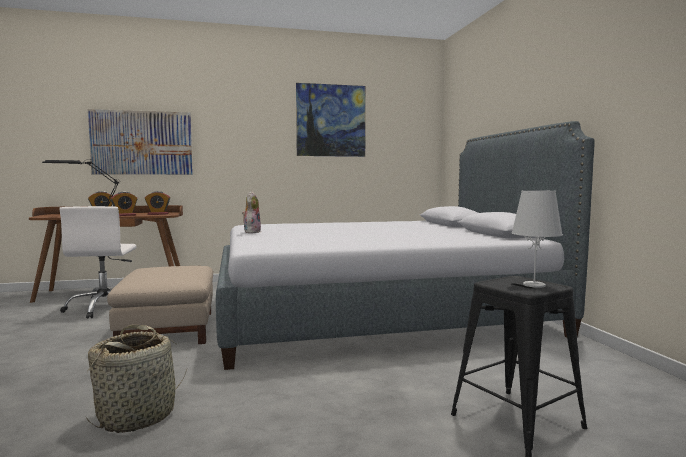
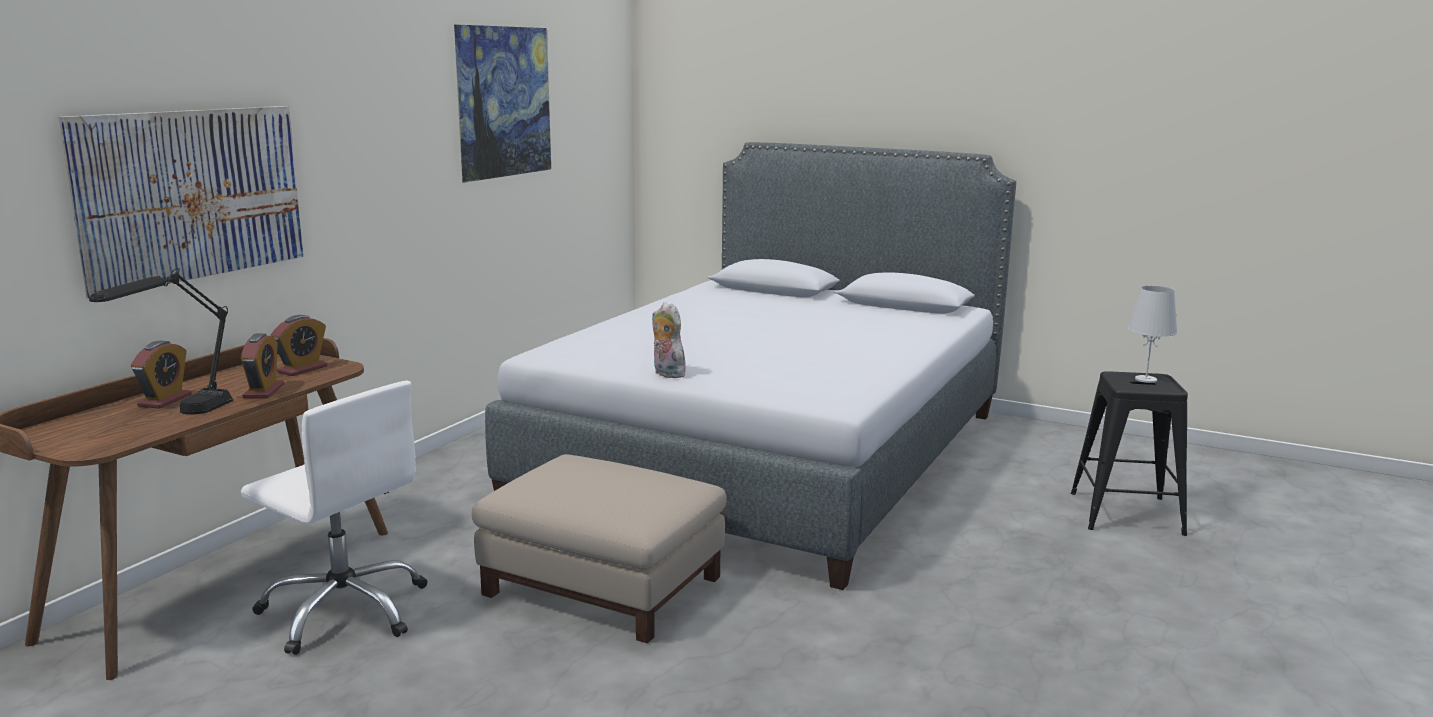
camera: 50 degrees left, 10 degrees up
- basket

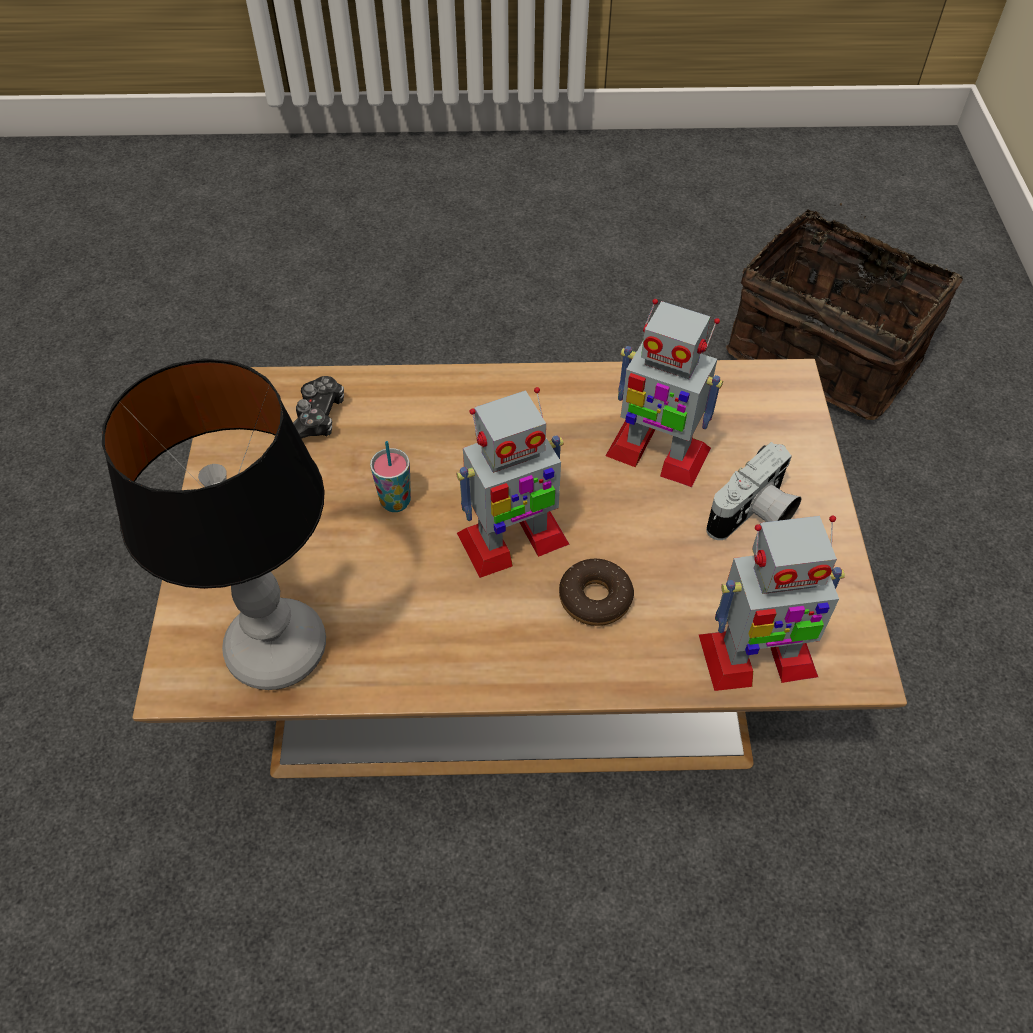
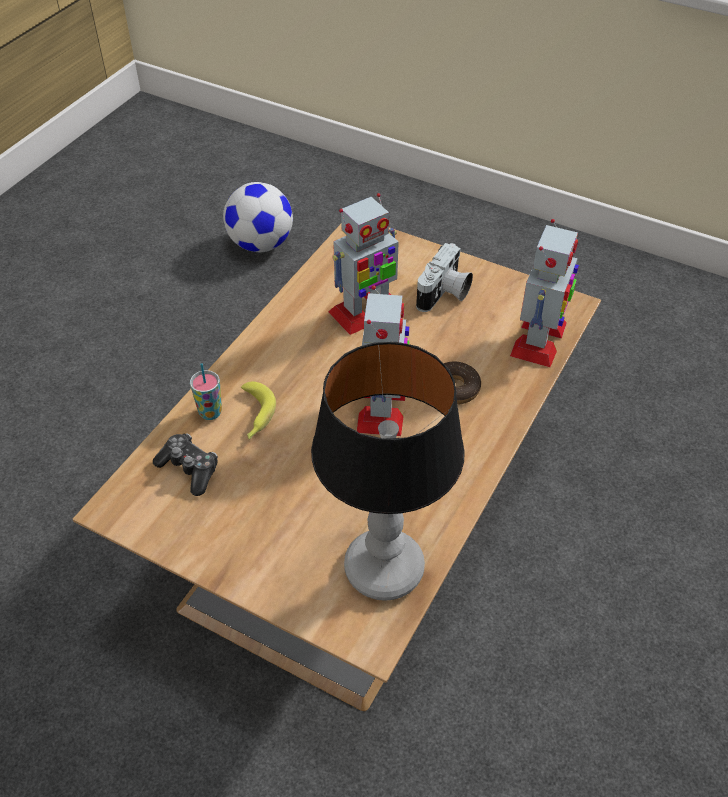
camera: 60 degrees left, 5 degrees down
~ cup
~ basket to football
+ banana
~ photo camera 45 degrees clockwise

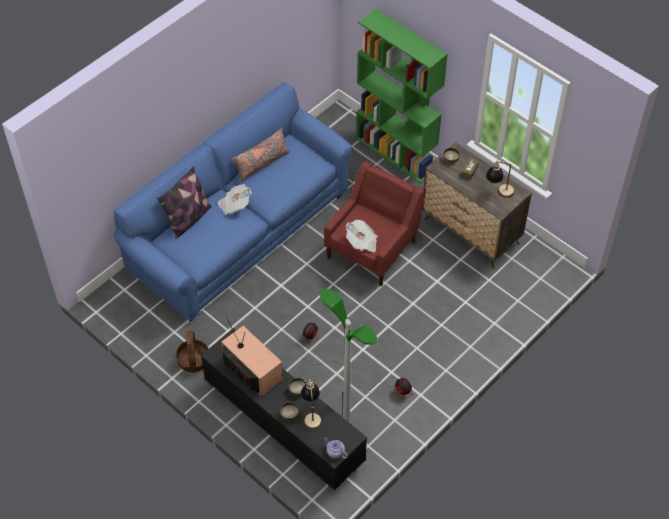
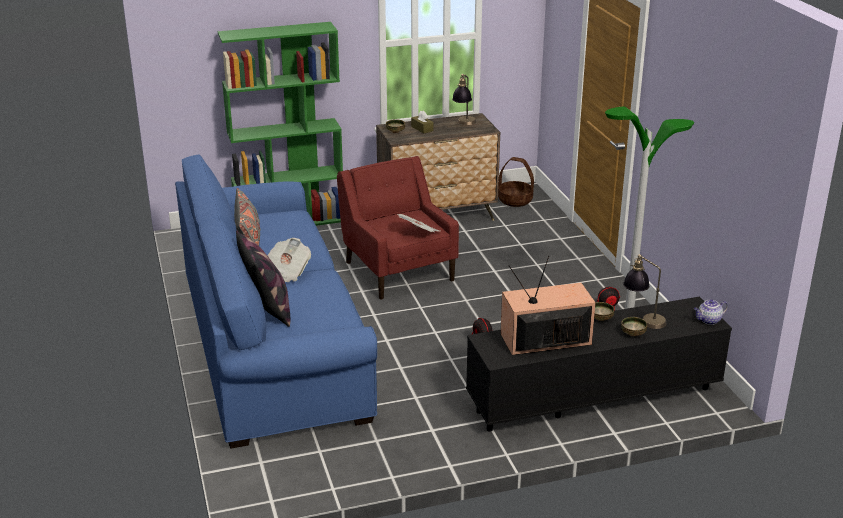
camera: 60 degrees left, 25 degrees down
~ basket

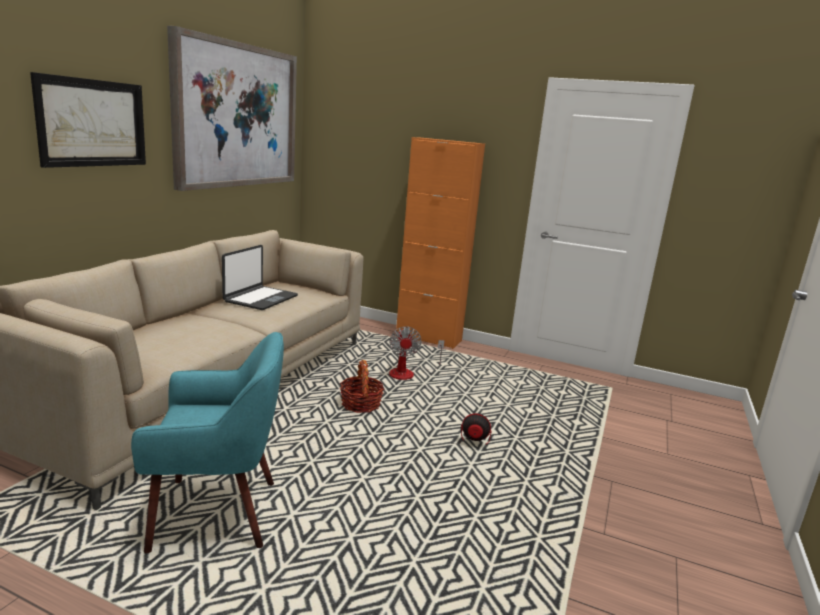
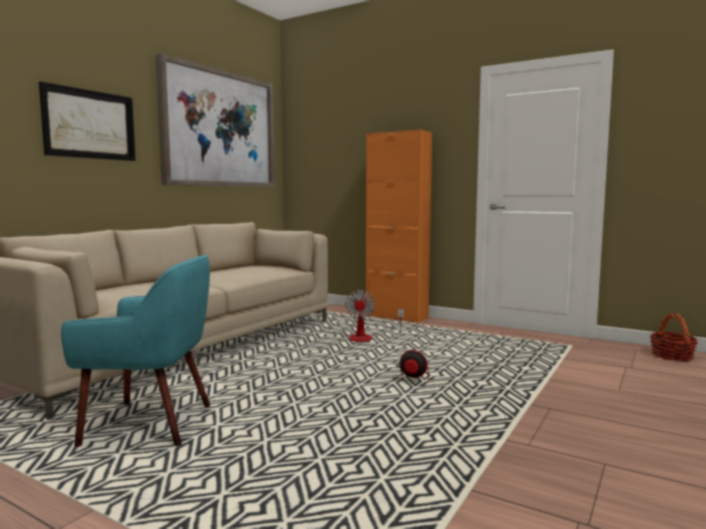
camera: 10 degrees right, 10 degrees down
~ basket
- laptop

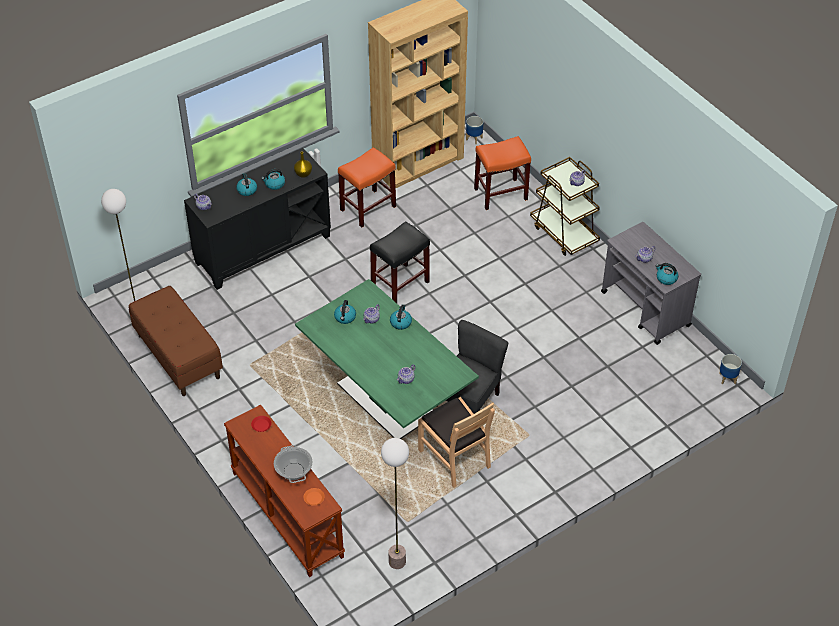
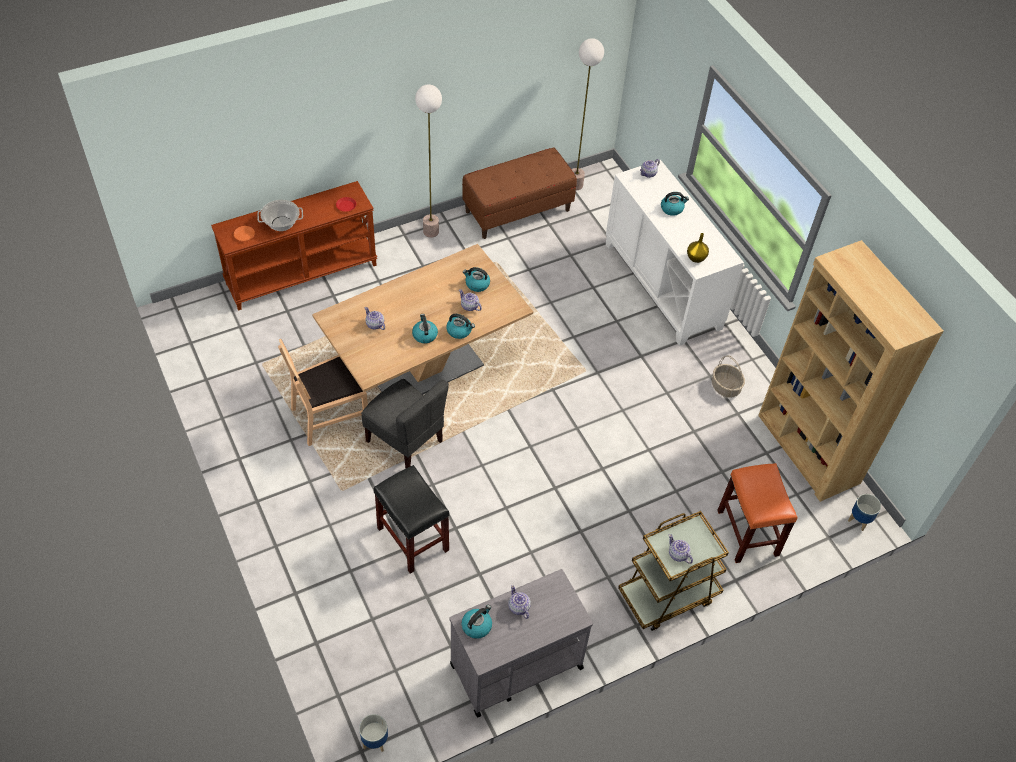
camera: 95 degrees right, 5 degrees up
~ green dining table to brown dining table
~ black stool
~ kettle (no. 2 from left in the first image) to kettle (no. 1 from left)
~ floor lamp (no. 2 from left in the first image) to floor lamp (no. 1 from left)
~ black cabinet to white cabinet
~ orange stool (no. 1 from left) to basket

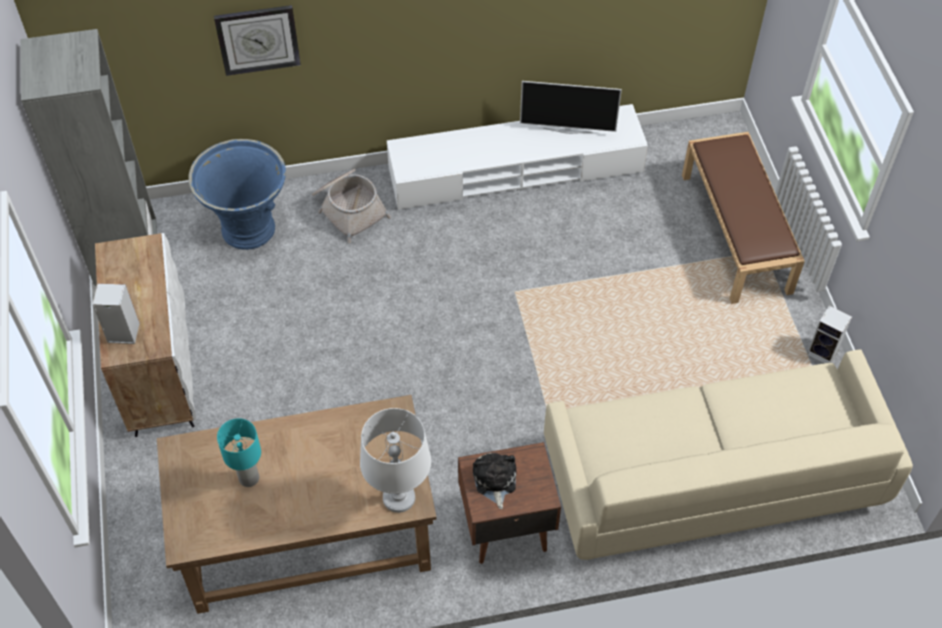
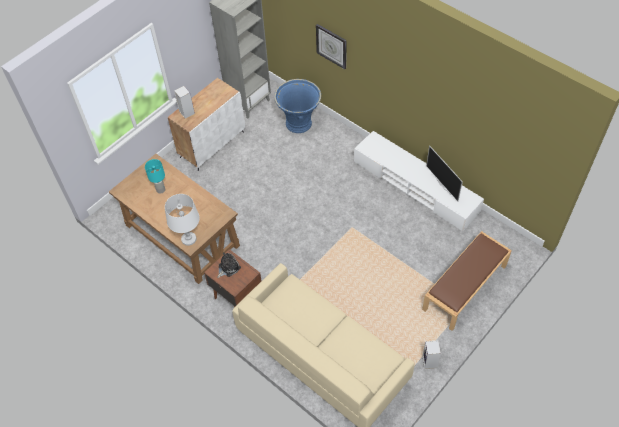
camera: 55 degrees right, 0 degrees up
- basket

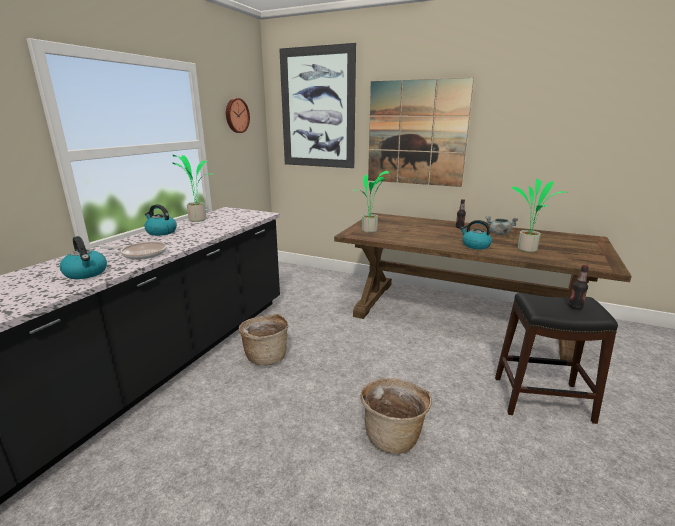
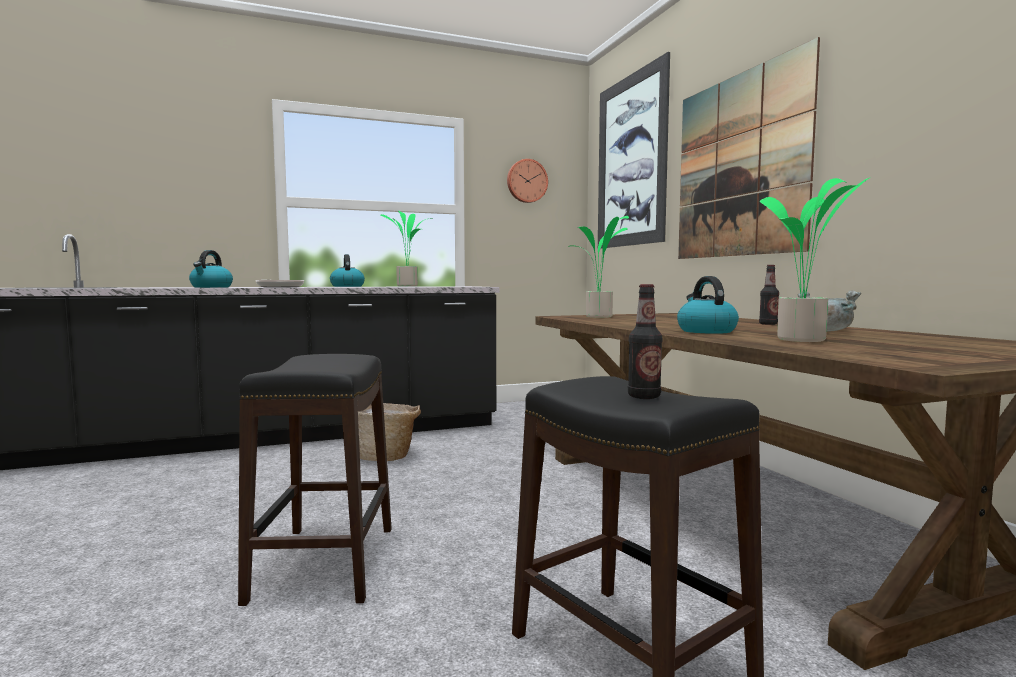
camera: 45 degrees right, 15 degrees down
~ basket (no. 2 from left) to black stool (no. 1 from left)

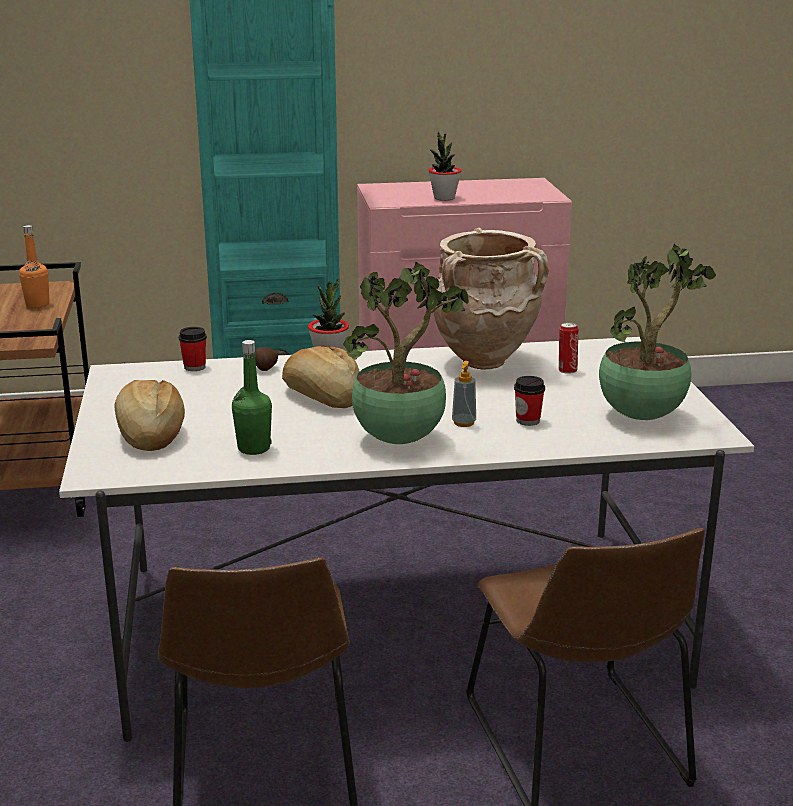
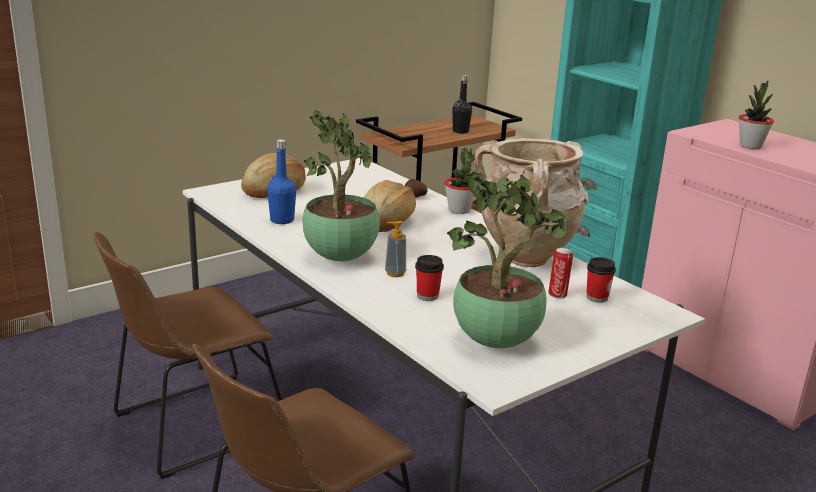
camera: 60 degrees right, 0 degrees up
~ green bottle to blue bottle
~ orange bottle to black bottle
~ cup (no. 1 from left in the first image) to cup (no. 2 from left)

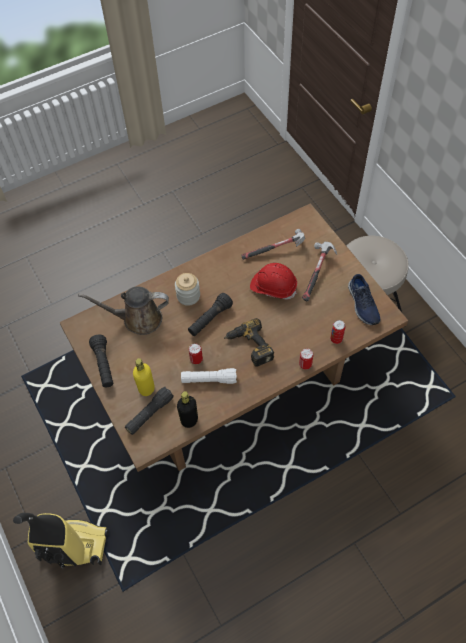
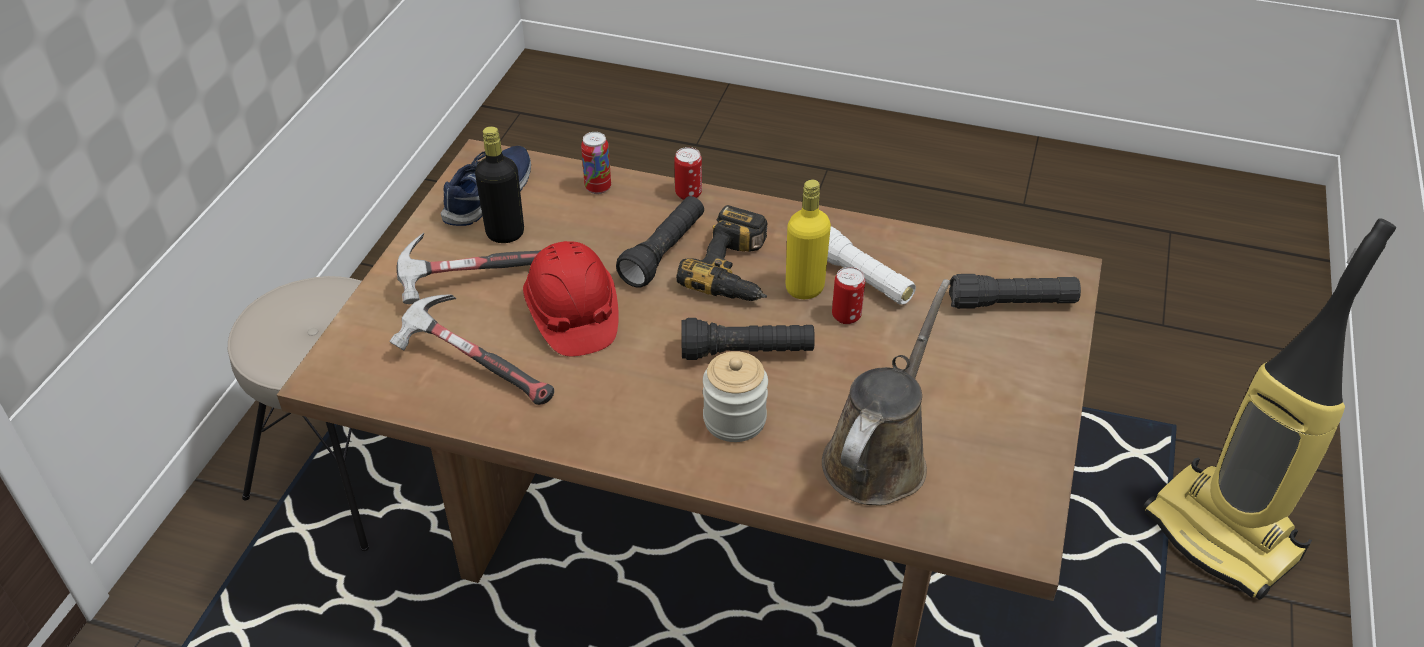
camera: 135 degrees left, 15 degrees down
~ black bottle
~ black flashlight (no. 1 from left)
~ yellow bottle
~ brown watering can 105 degrees counterclockwise

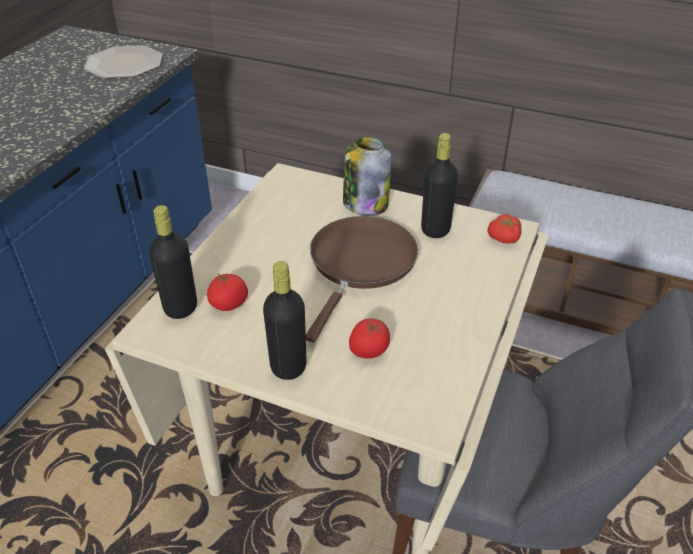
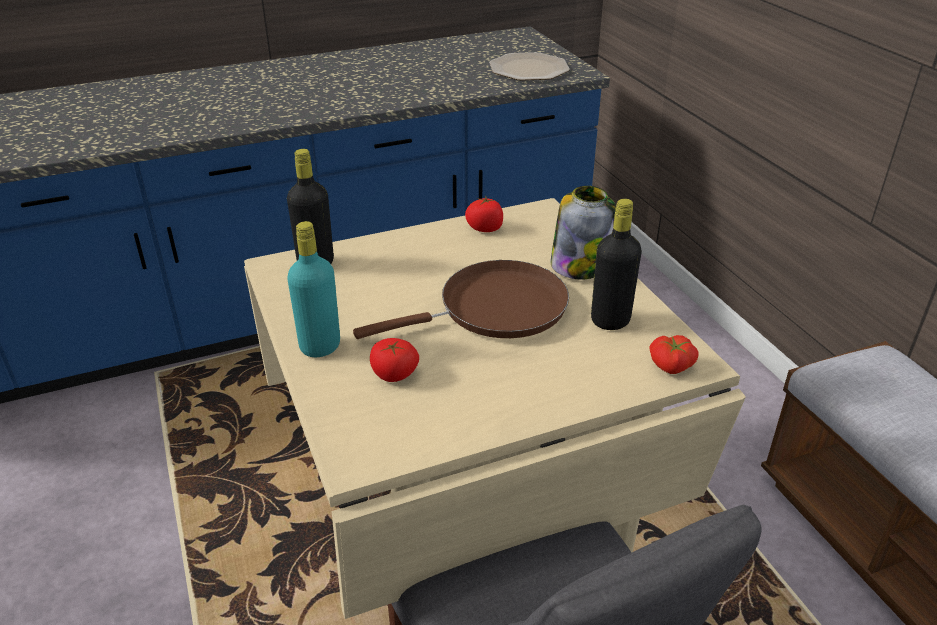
camera: 45 degrees right, 5 degrees down
~ black bottle (no. 2 from left) to turquoise bottle
~ tomato (no. 1 from left in the first image) to tomato (no. 2 from left)

